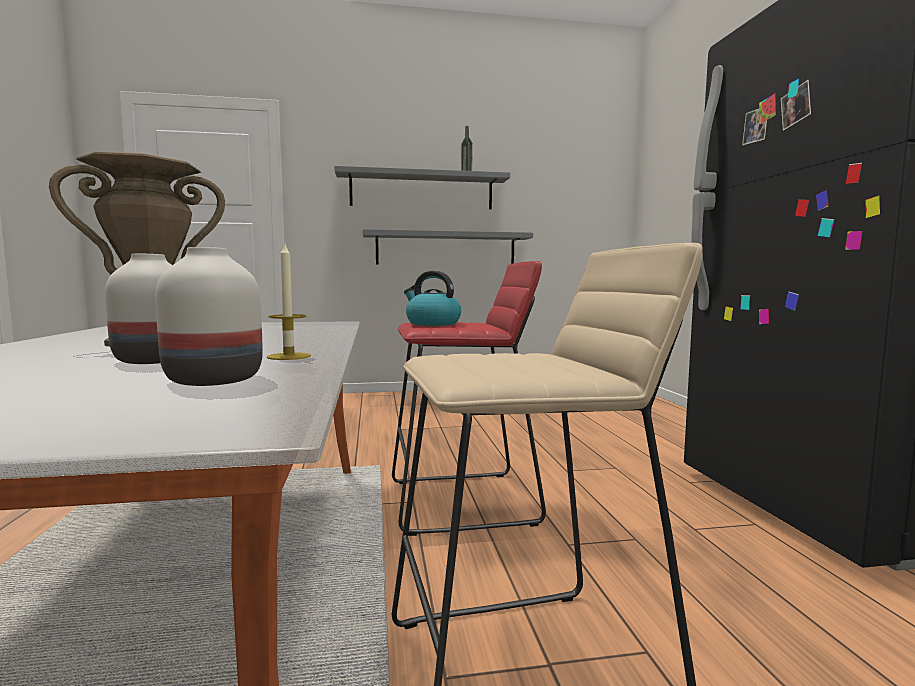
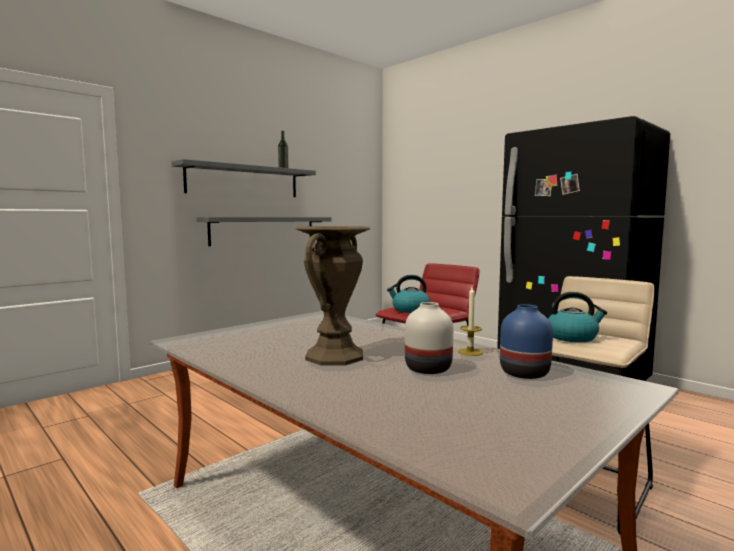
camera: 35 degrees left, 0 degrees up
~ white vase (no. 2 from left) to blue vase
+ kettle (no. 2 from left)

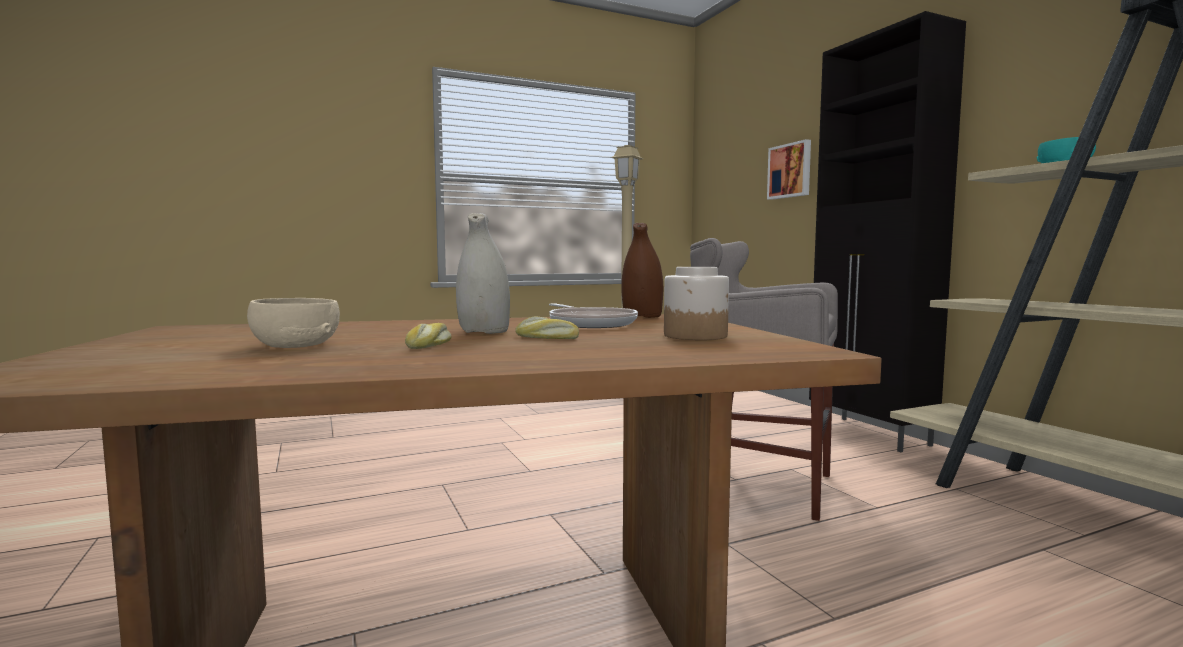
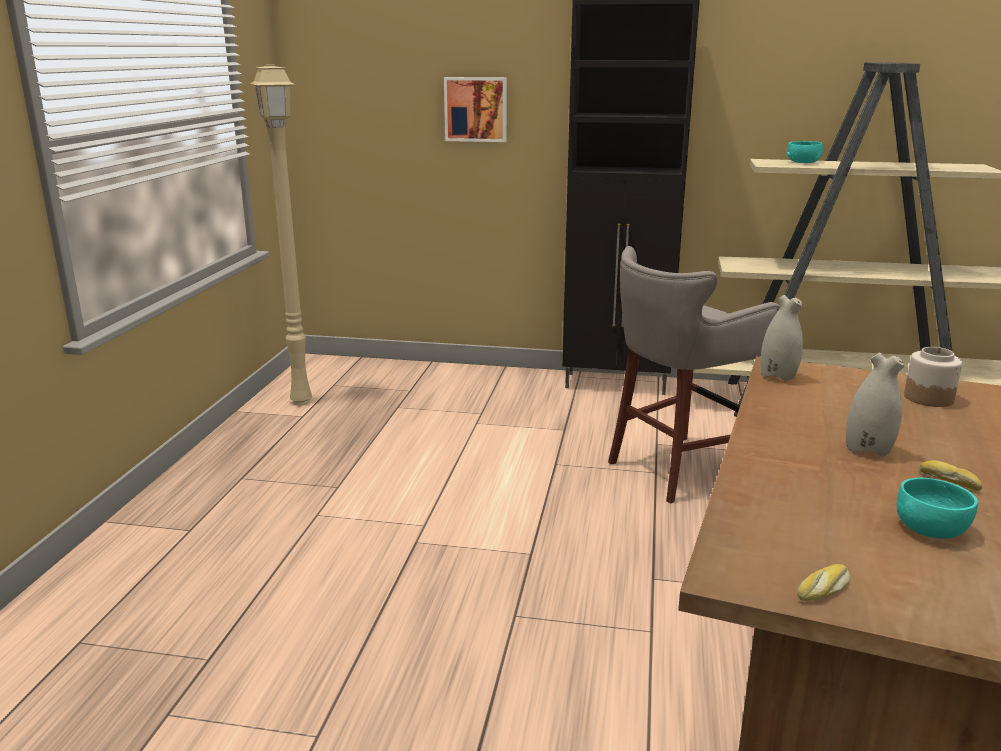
camera: 55 degrees left, 15 degrees up
~ brown vase to white vase (no. 1 from left)
~ bread (no. 2 from left in the first image) to bread (no. 1 from left)
~ beige bowl to turquoise bowl (no. 2 from left)
- frying pan

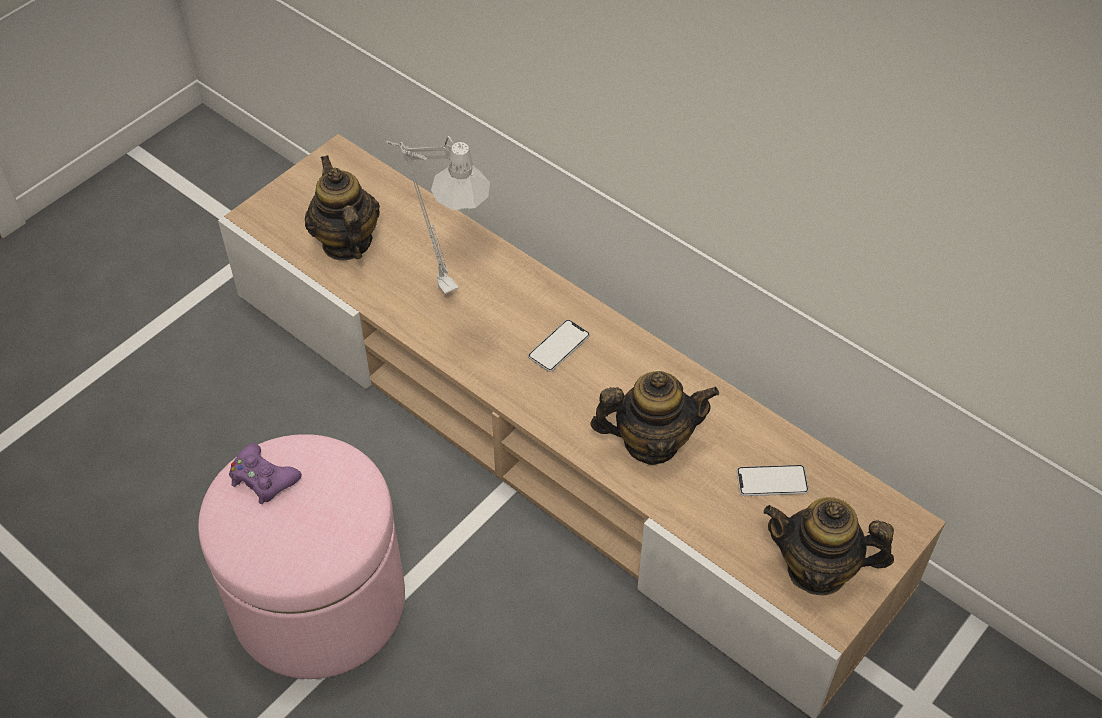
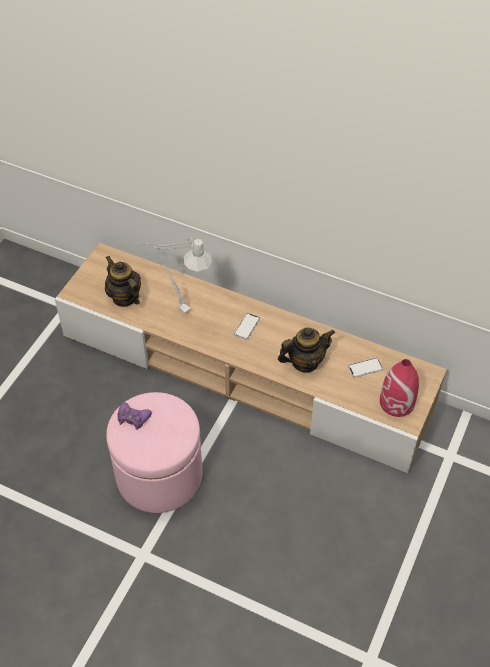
camera: 15 degrees left, 0 degrees up
~ teapot (no. 3 from left) to red vase

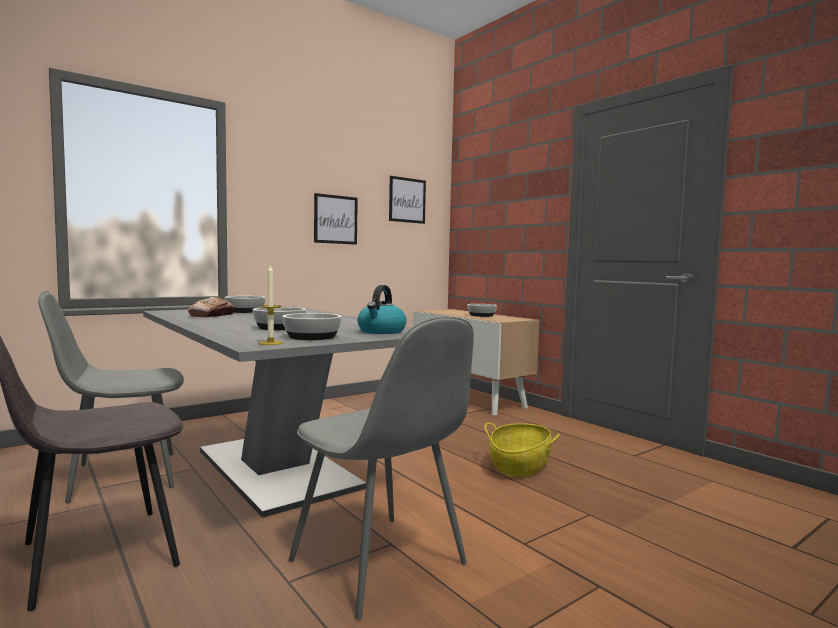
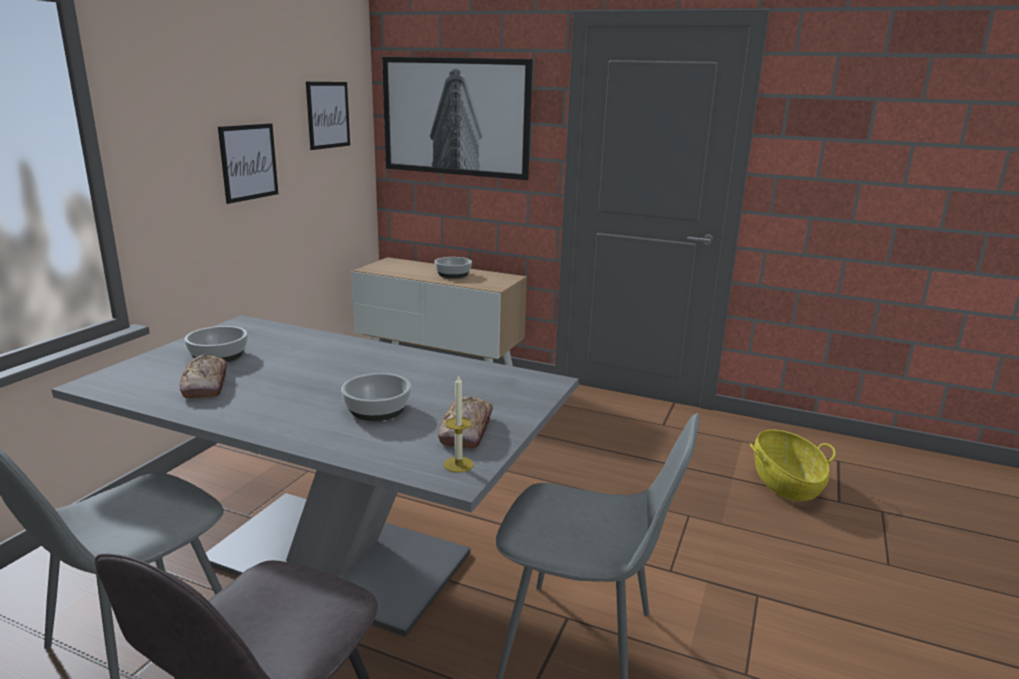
camera: 30 degrees left, 15 degrees up
+ picture (no. 3 from left)
~ bowl (no. 3 from left) to bread (no. 2 from left)
~ basket
- kettle

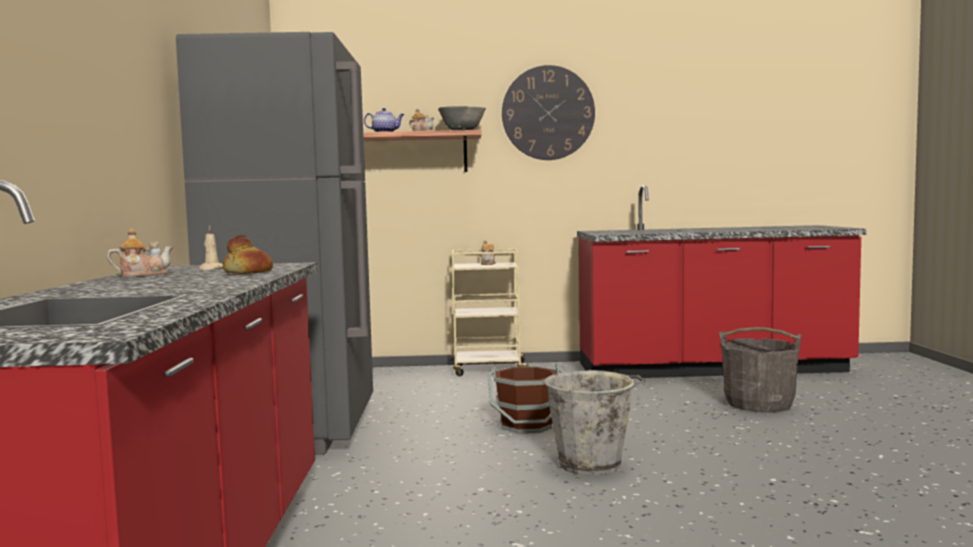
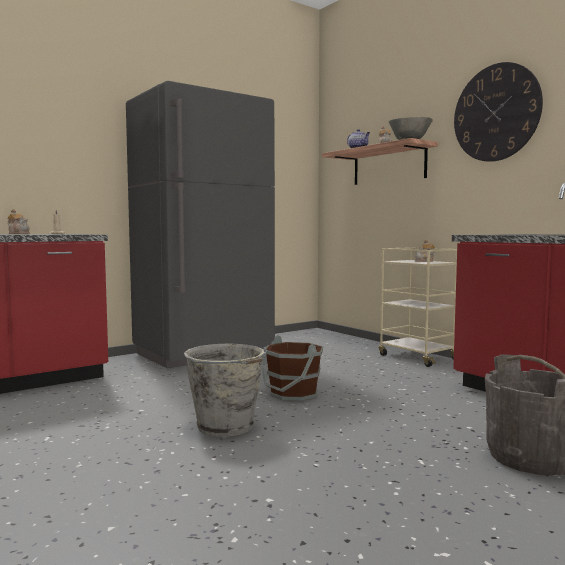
camera: 55 degrees right, 0 degrees up
- bread

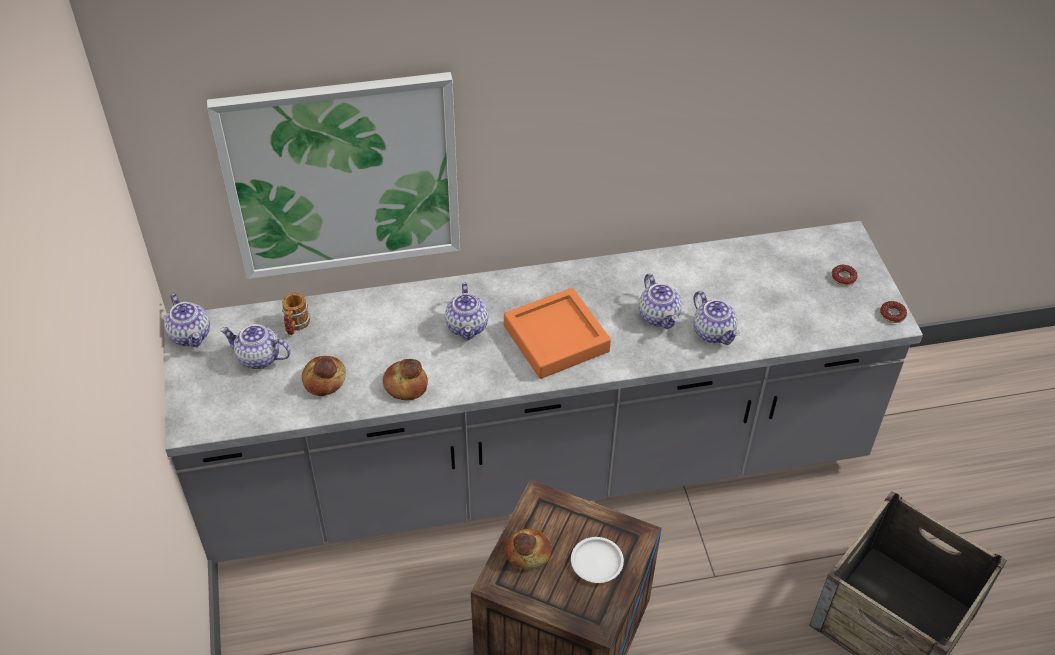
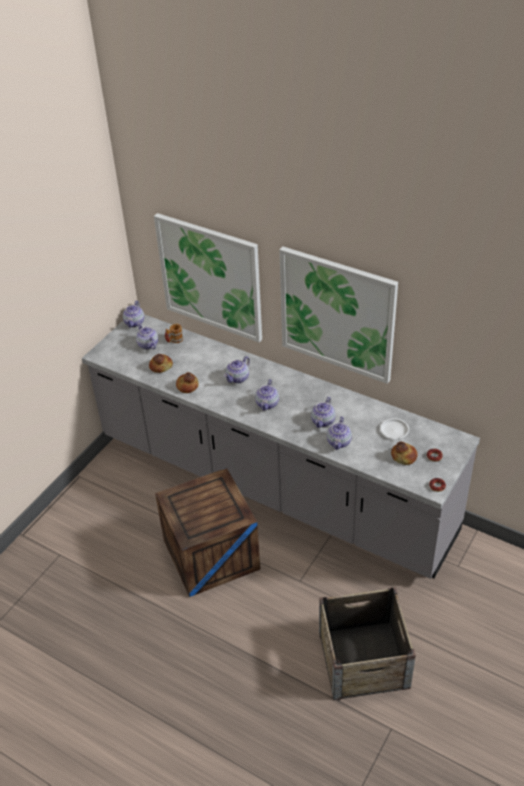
camera: 45 degrees right, 5 degrees down
~ orange tray to teapot (no. 4 from left)
+ picture (no. 2 from left)
~ white plate
~ bread (no. 3 from left)

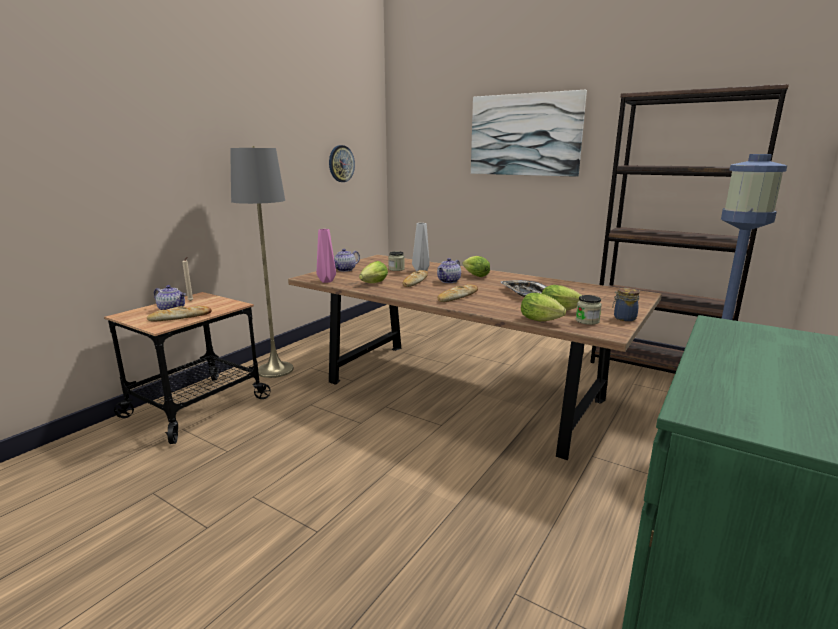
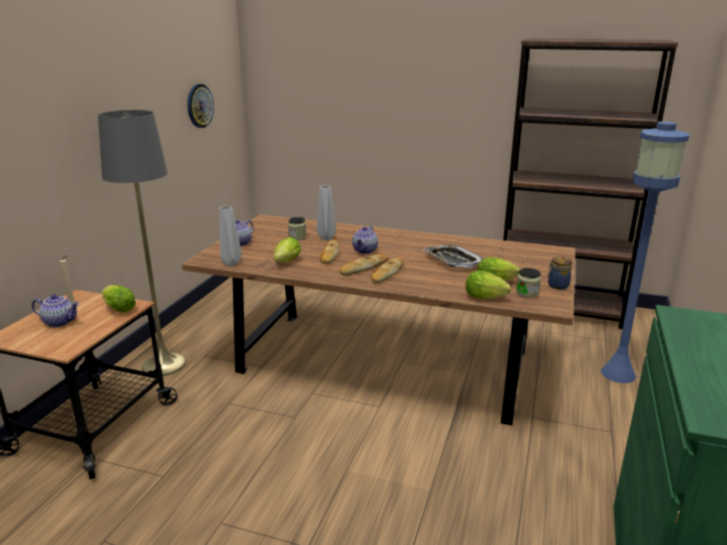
camera: 15 degrees left, 5 degrees up
~ lettuce (no. 2 from left in the first image) to lettuce (no. 1 from left)
~ pink vase to grey vase (no. 1 from left)
~ bread (no. 1 from left in the first image) to bread (no. 2 from left)
- picture

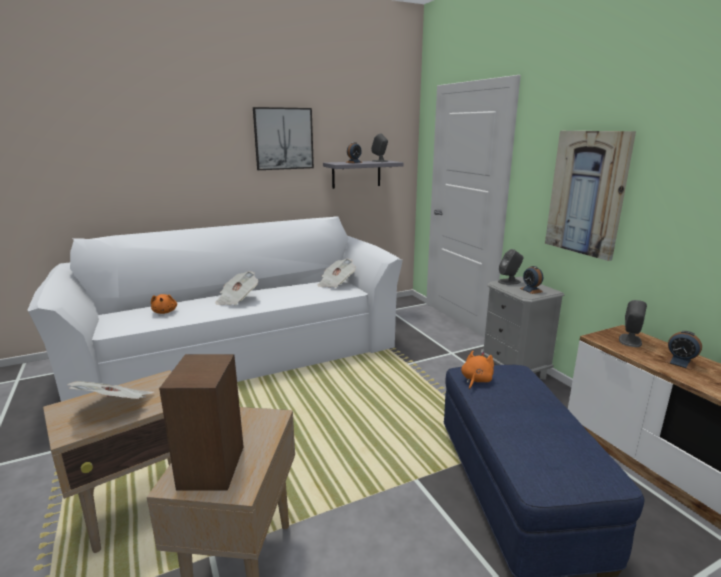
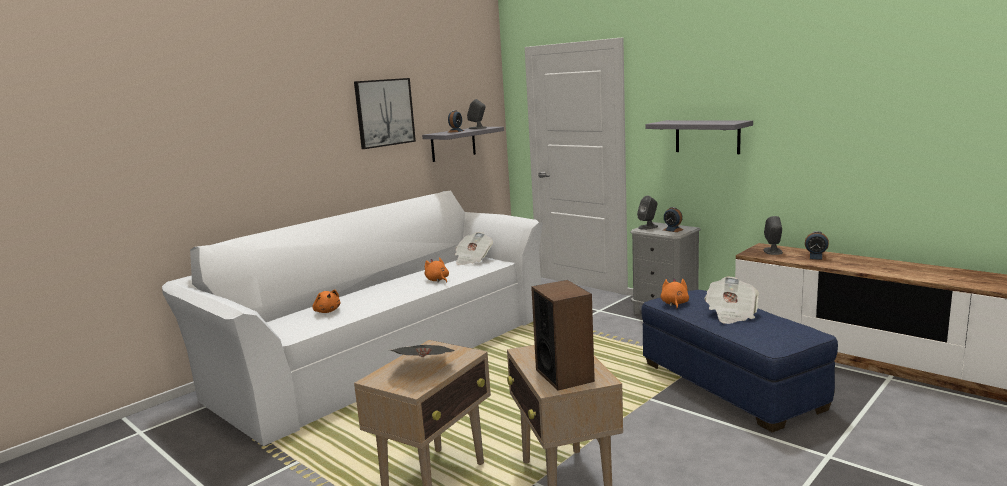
camera: 20 degrees left, 5 degrees down
+ orange plush toy (no. 2 from left)
~ picture (no. 2 from left) to grey shelf (no. 2 from left)
~ newspaper (no. 2 from left in the first image) to newspaper (no. 3 from left)

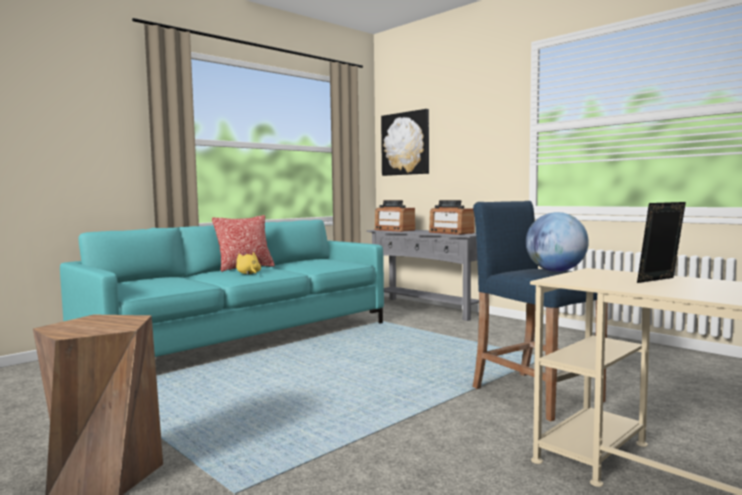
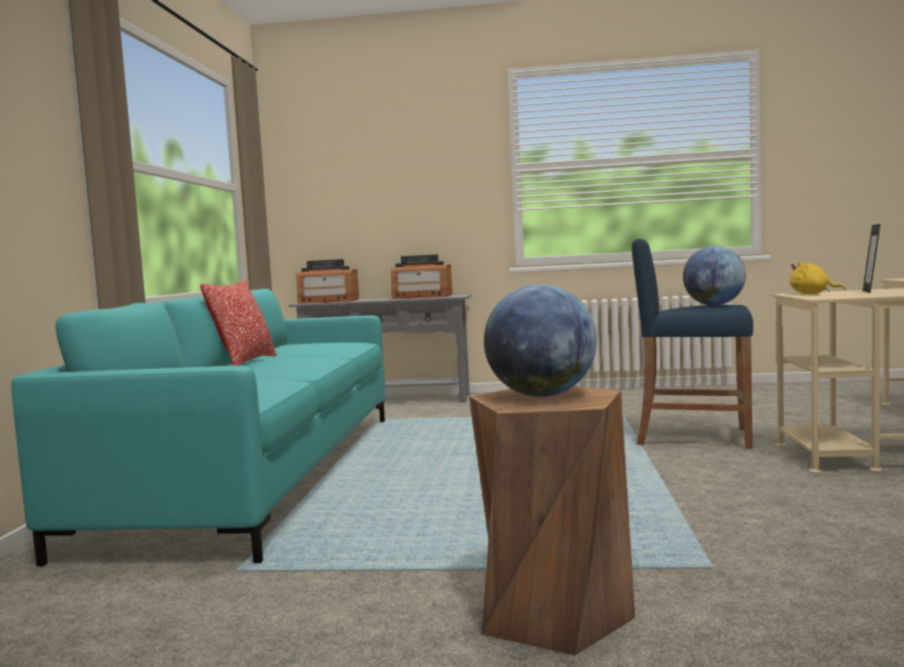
camera: 40 degrees left, 0 degrees up
+ globe (no. 1 from left)
~ yellow plush toy
- picture

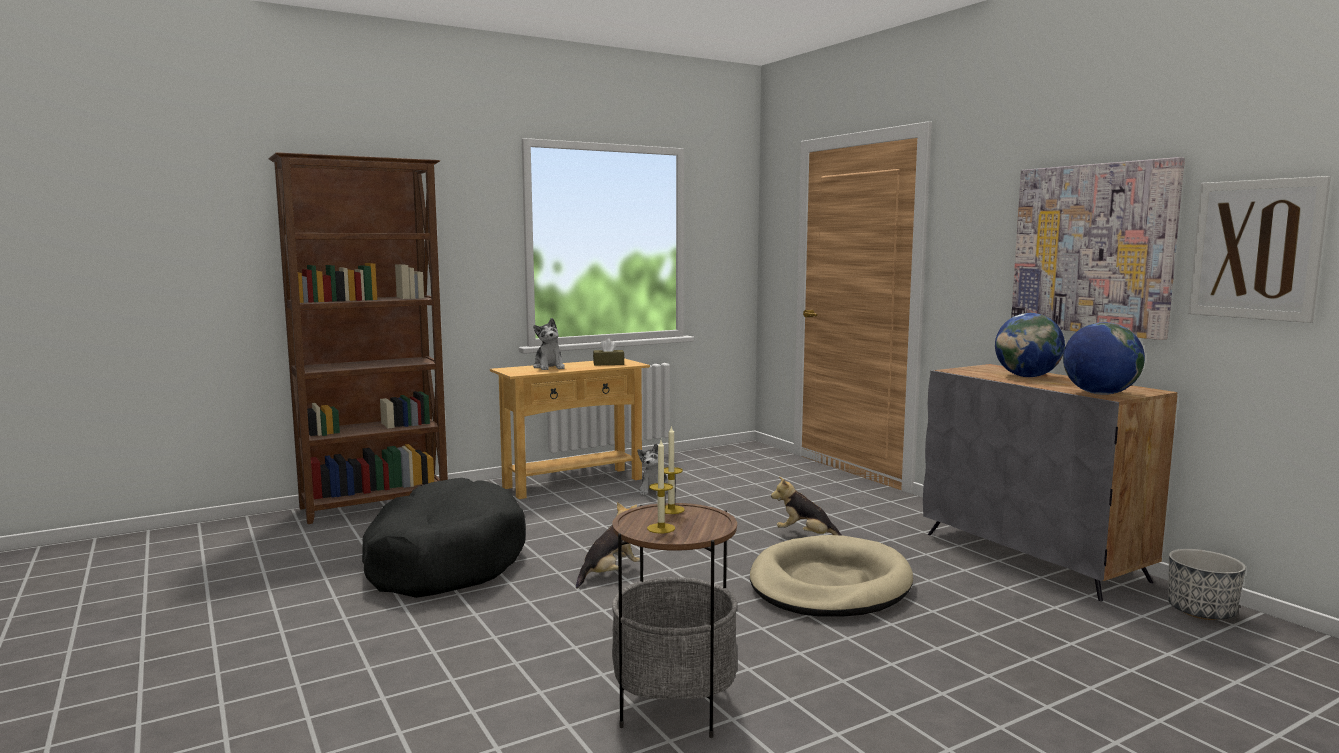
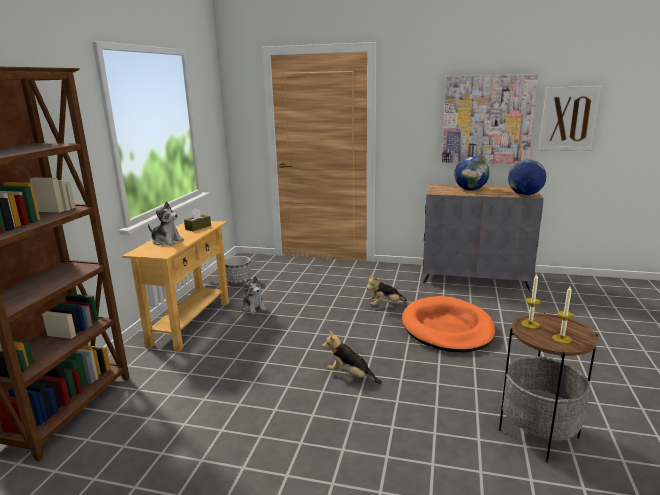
camera: 45 degrees left, 10 degrees up
~ planter
~ plush toy (no. 2 from left in the first image) 60 degrees counterclockwise
~ beige dog bed to orange dog bed
- black dog bed

